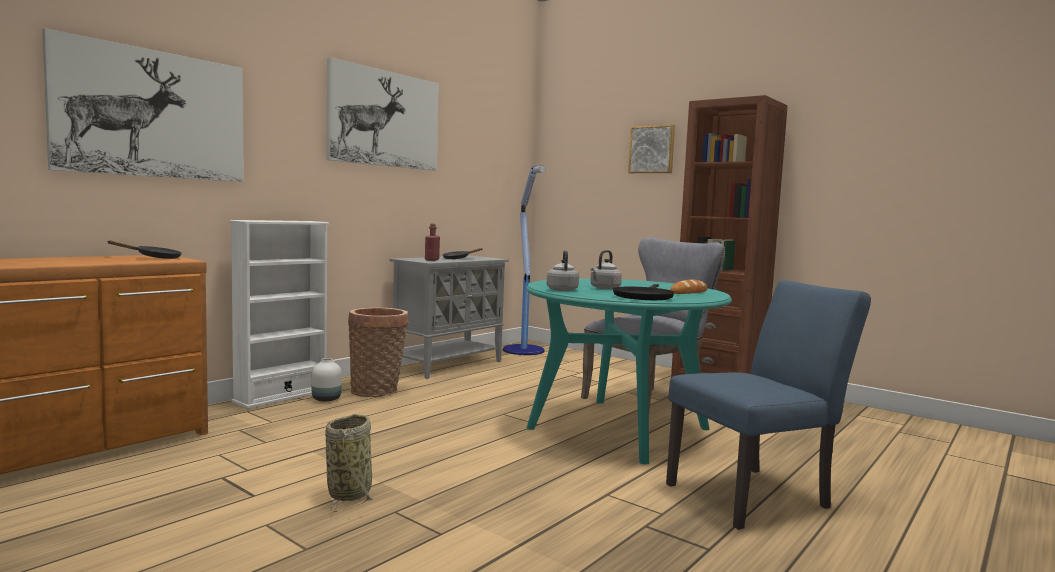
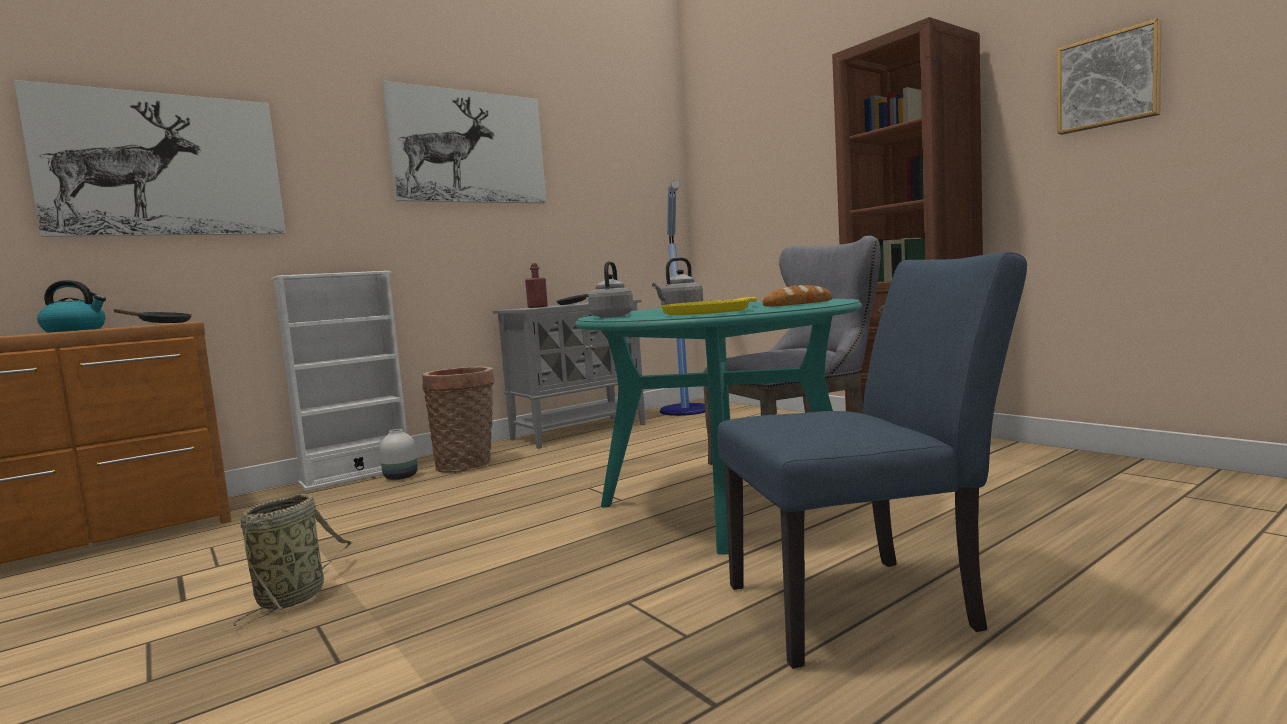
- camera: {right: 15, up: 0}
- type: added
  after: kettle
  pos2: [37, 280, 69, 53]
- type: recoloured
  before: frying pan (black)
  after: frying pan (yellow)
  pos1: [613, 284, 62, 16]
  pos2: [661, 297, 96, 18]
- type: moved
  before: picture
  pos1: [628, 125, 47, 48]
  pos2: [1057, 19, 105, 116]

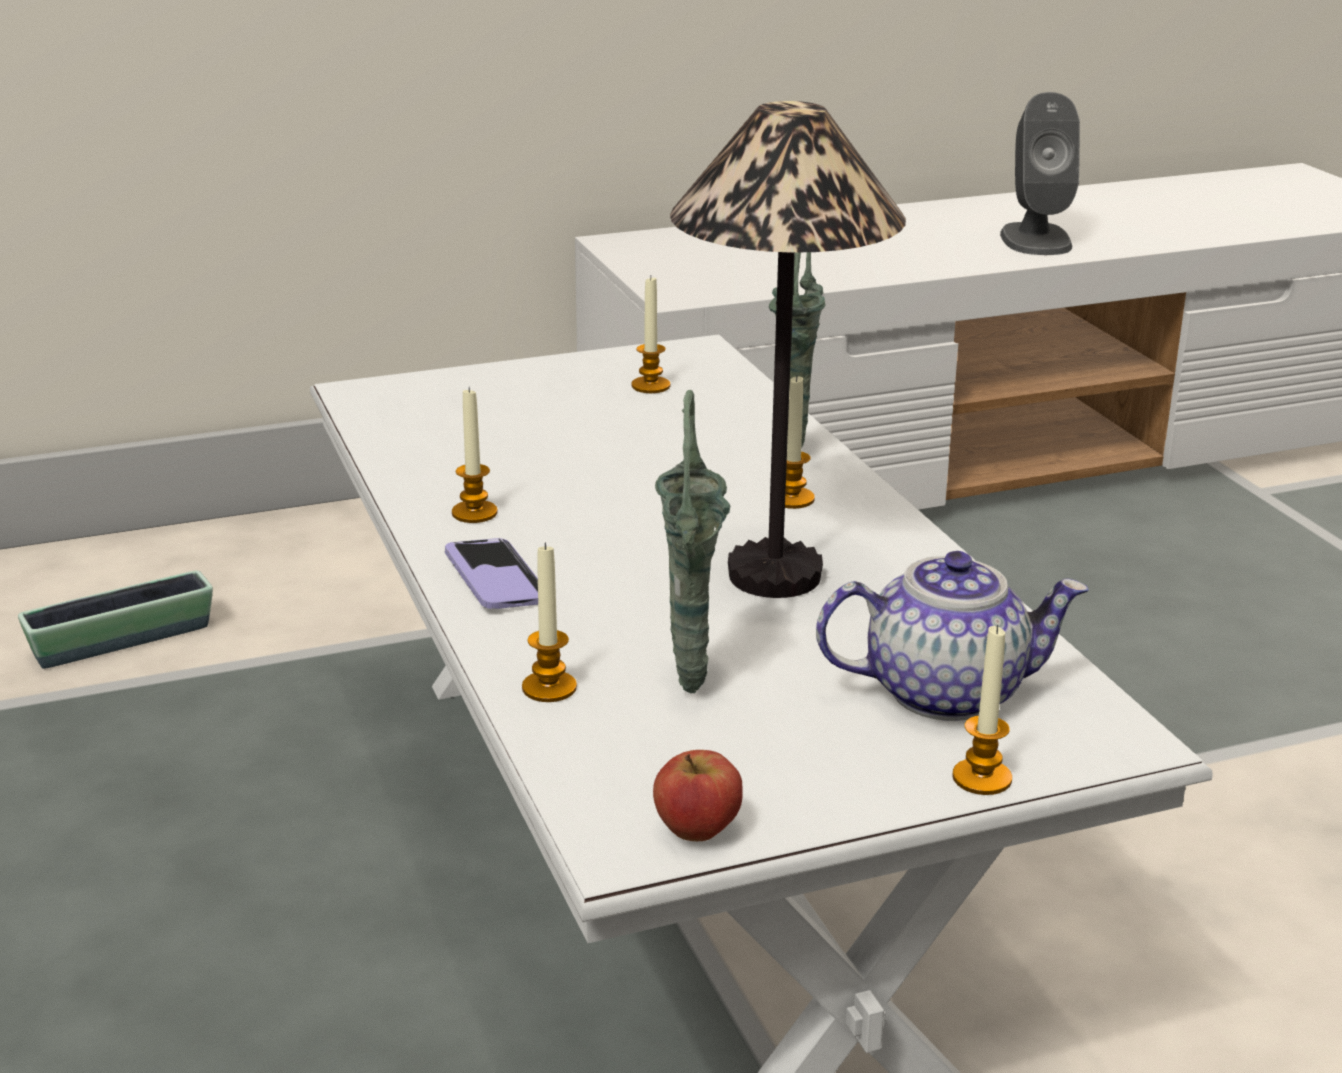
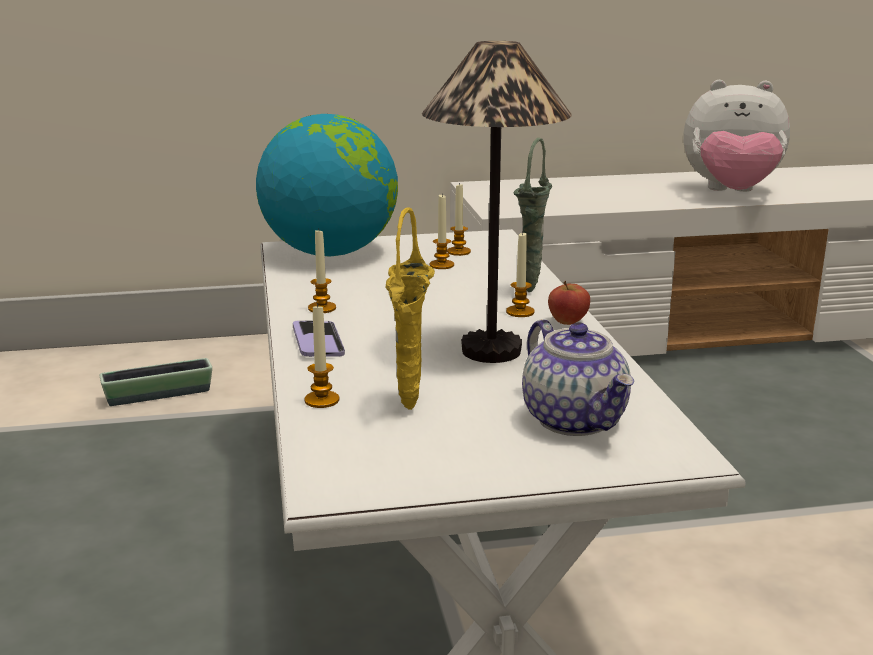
- camera: {right: 10, up: -5}
- type: added
  after: globe
  pos2: [256, 114, 142, 142]
- type: recoloured
  before: vase (green)
  after: vase (yellow)
  pos1: [655, 390, 75, 304]
  pos2: [386, 207, 49, 203]
- type: moved
  before: candle
  pos1: [952, 624, 60, 171]
  pos2: [430, 194, 24, 75]
- type: turned
  before: teapot
  pos1: [816, 551, 273, 170]
  pos2: [522, 319, 112, 117]
  turn: 60
- type: moved
  before: apple
  pos1: [653, 750, 90, 91]
  pos2: [548, 281, 42, 44]
- type: replaced
  before: speaker (grey)
  after: plush toy
  pos1: [1000, 92, 80, 163]
  pos2: [684, 80, 106, 112]

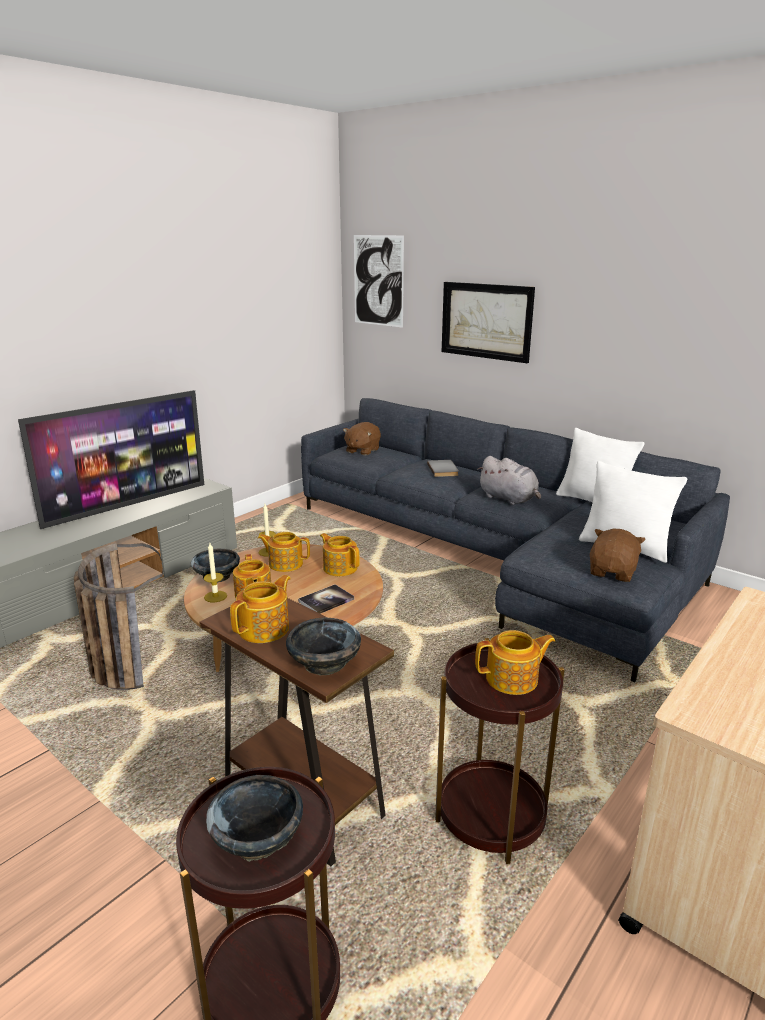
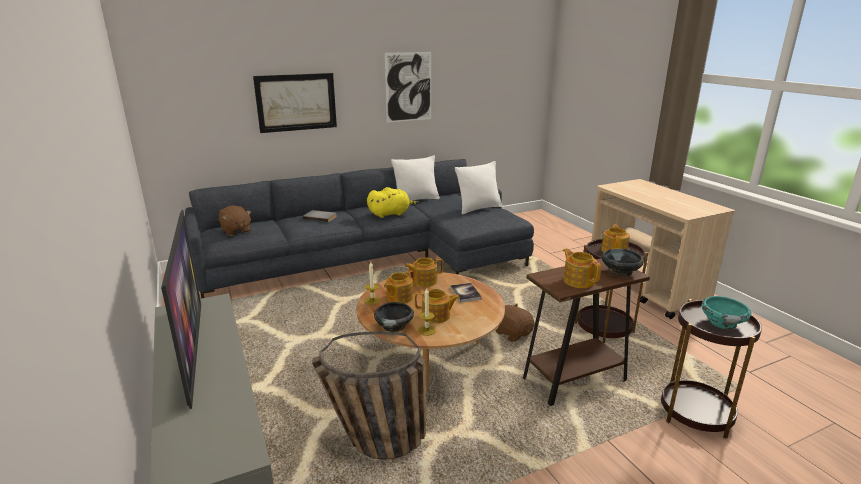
- camera: {right: -65, up: 0}
- type: recoloured
  before: plush toy (grey)
  after: plush toy (yellow)
  pos1: [477, 456, 64, 49]
  pos2: [367, 187, 52, 31]
- type: moved
  before: picture
  pos1: [354, 235, 50, 93]
  pos2: [385, 52, 46, 71]
- type: moved
  before: plush toy (brown)
  pos1: [590, 528, 56, 54]
  pos2: [496, 304, 39, 38]
- type: recoloured
  before: bowl (black)
  after: bowl (turquoise)
  pos1: [206, 775, 97, 87]
  pos2: [701, 296, 50, 34]

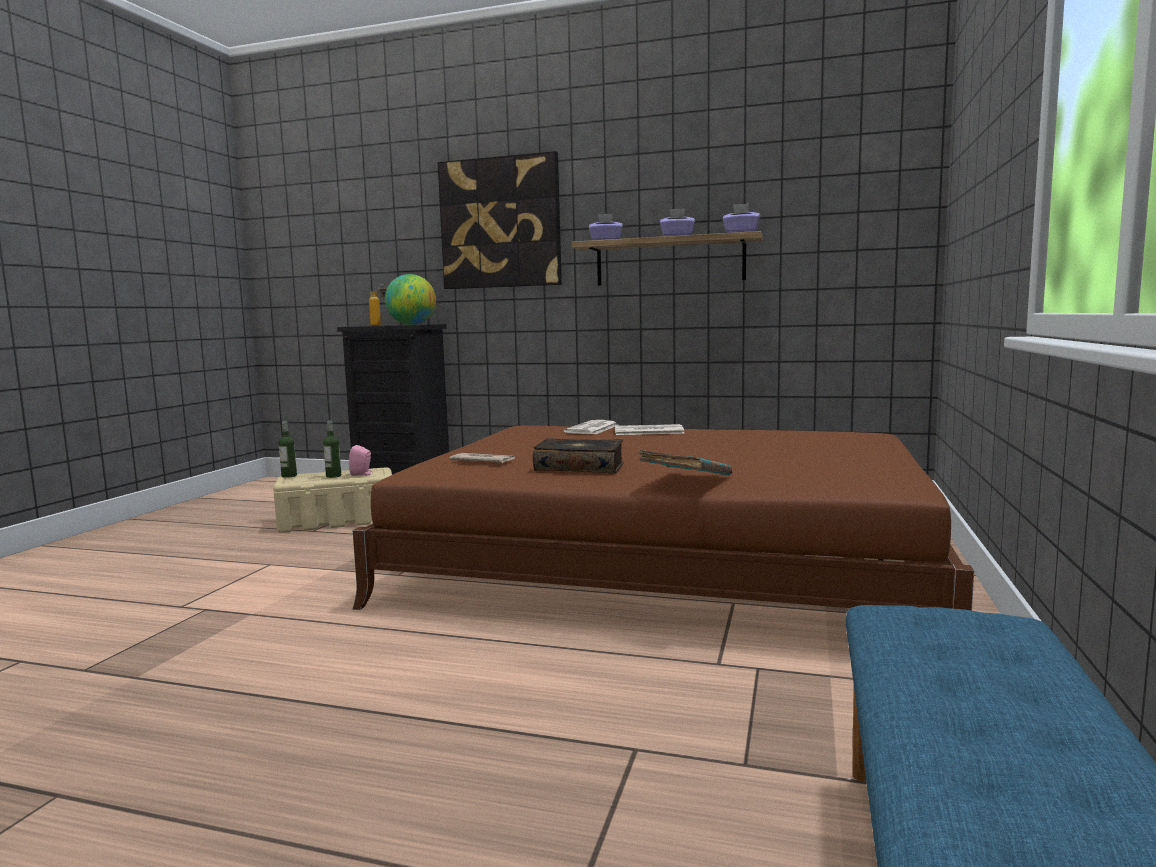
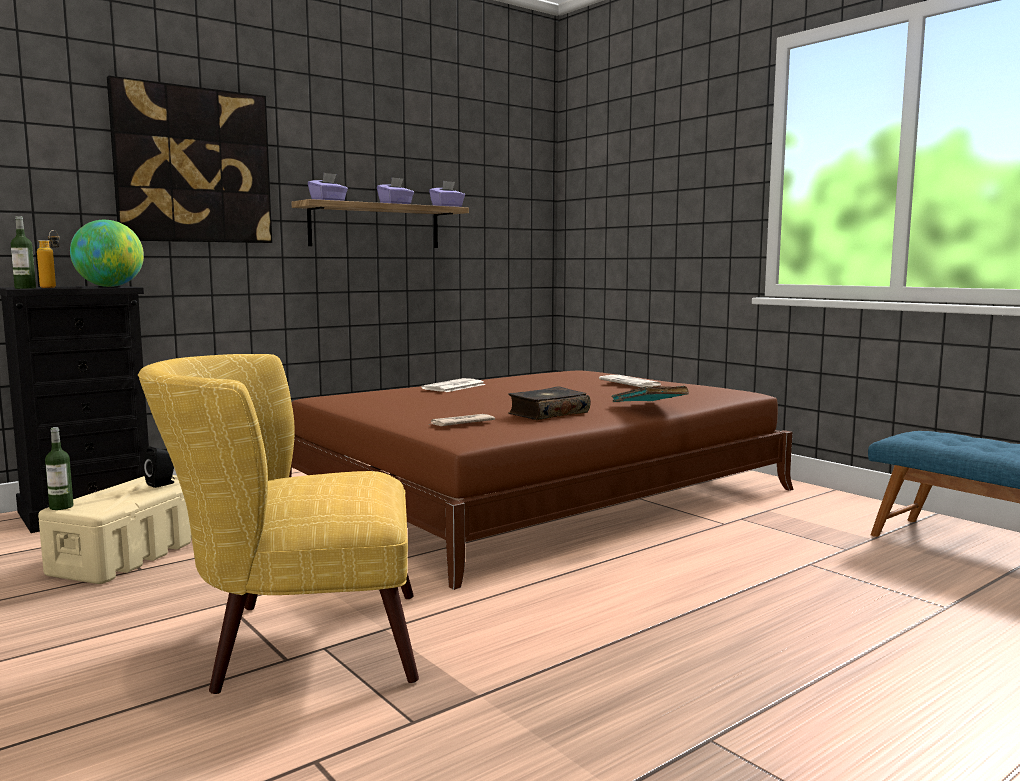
- camera: {right: -55, up: 0}
- type: moved
  before: bottle
  pos1: [323, 421, 18, 57]
  pos2: [11, 216, 25, 73]
- type: added
  after: armchair (yellow)
  pos2: [138, 354, 281, 340]
- type: recoloured
  before: speaker (pink)
  after: speaker (black)
  pos1: [349, 445, 24, 31]
  pos2: [144, 447, 31, 41]
- type: moved
  before: newspaper
  pos1: [564, 420, 54, 14]
  pos2: [599, 375, 62, 12]

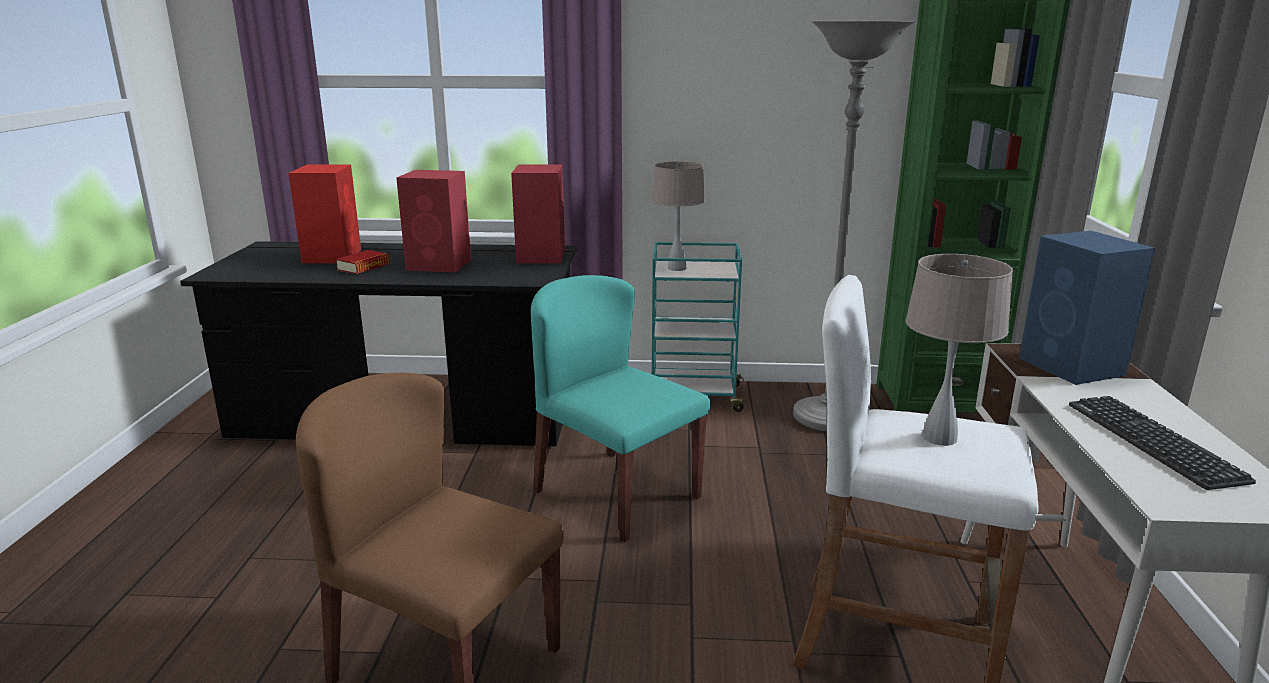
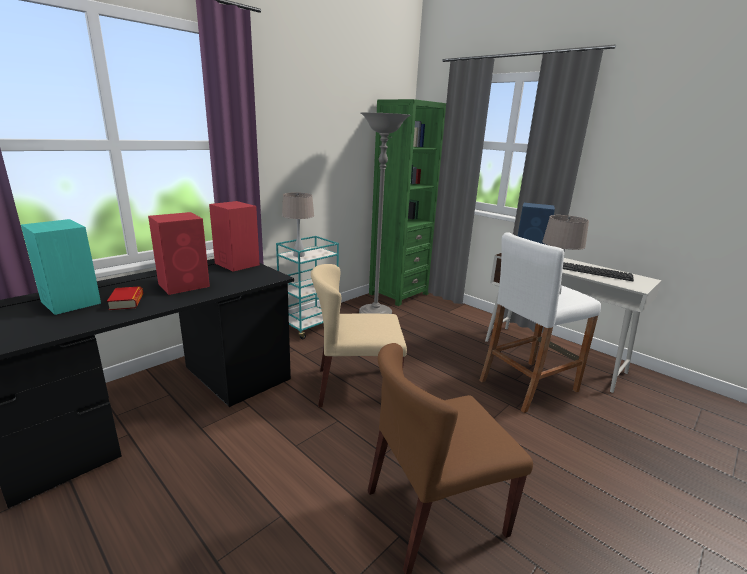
- camera: {right: -50, up: 0}
- type: recoloured
  before: speaker (red)
  after: speaker (turquoise)
  pos1: [288, 164, 73, 99]
  pos2: [21, 219, 80, 96]
- type: recoloured
  before: chair (turquoise)
  after: chair (beige)
  pos1: [531, 275, 179, 267]
  pos2: [311, 264, 96, 143]

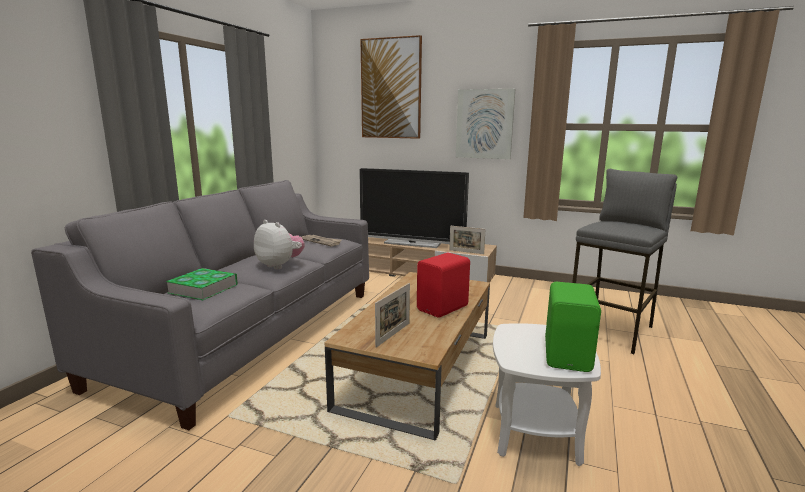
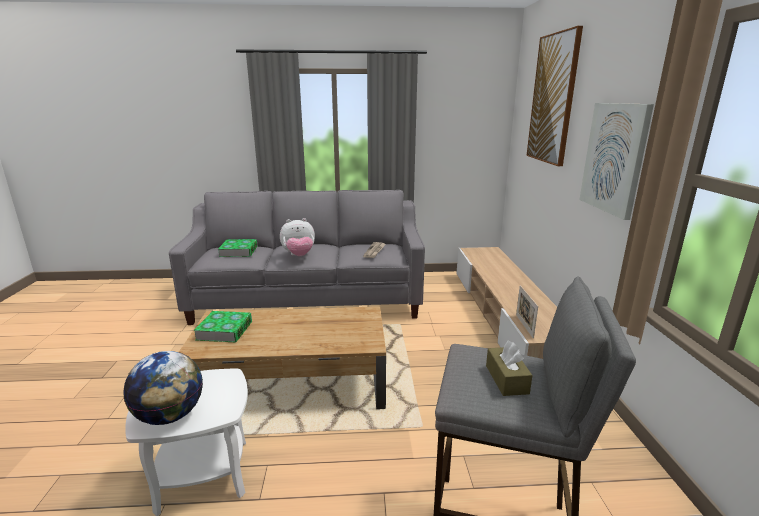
- camera: {right: 65, up: 5}
- type: replaced
  before: speaker (green)
  after: globe
  pos1: [545, 282, 56, 90]
  pos2: [123, 351, 80, 74]
- type: replaced
  before: picture frame
  after: book
  pos1: [375, 283, 35, 65]
  pos2: [193, 311, 59, 32]
- type: turned
  before: plush toy
  pos1: [254, 220, 51, 49]
  pos2: [280, 218, 35, 38]
  turn: 60
- type: added
  after: tissue box (brown)
  pos2: [486, 340, 47, 56]
- type: removed
  before: television
  pos1: [359, 168, 110, 80]
- type: removed
  before: speaker (red)
  pos1: [417, 253, 53, 65]

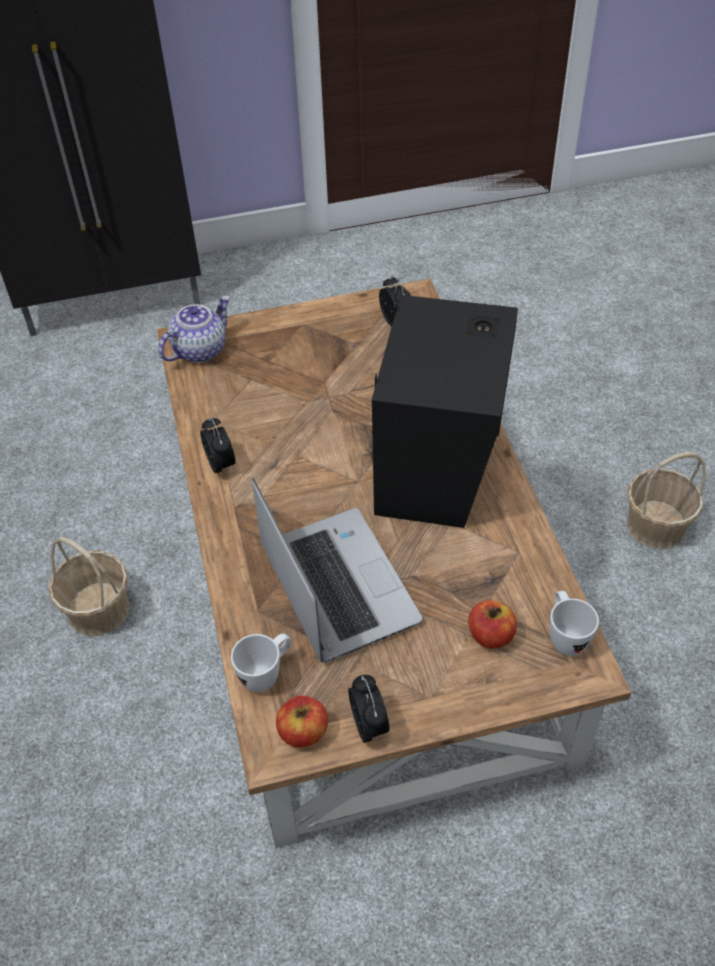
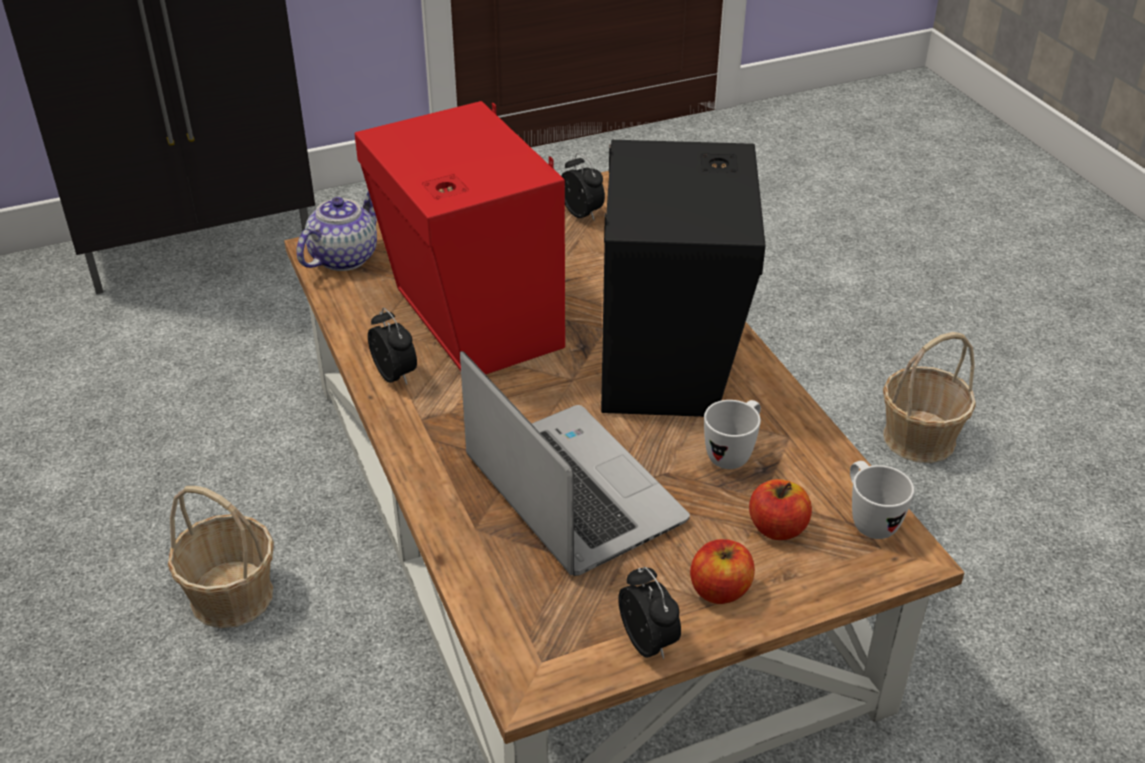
- camera: {right: -10, up: -10}
- type: added
  after: speaker (red)
  pos2: [355, 101, 210, 274]
- type: moved
  before: apple
  pos1: [276, 696, 52, 51]
  pos2: [690, 539, 65, 65]
- type: moved
  before: mug (white)
  pos1: [231, 633, 60, 59]
  pos2: [704, 400, 57, 69]

